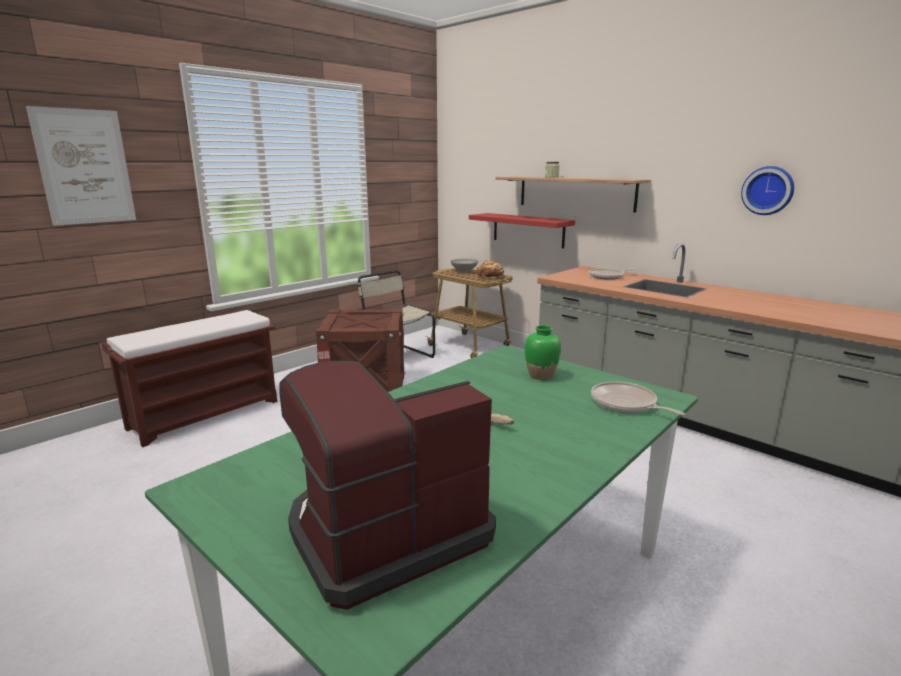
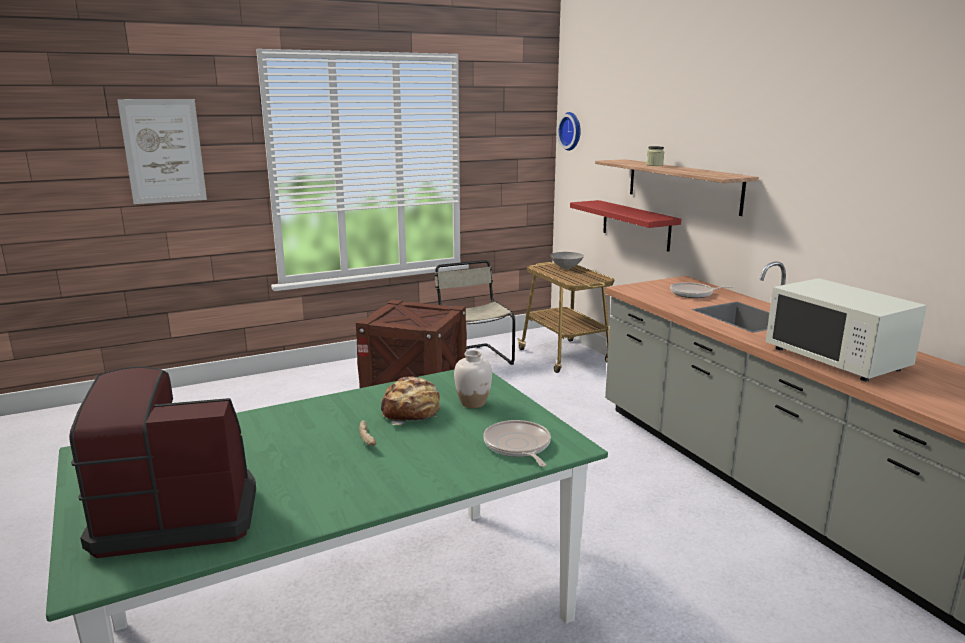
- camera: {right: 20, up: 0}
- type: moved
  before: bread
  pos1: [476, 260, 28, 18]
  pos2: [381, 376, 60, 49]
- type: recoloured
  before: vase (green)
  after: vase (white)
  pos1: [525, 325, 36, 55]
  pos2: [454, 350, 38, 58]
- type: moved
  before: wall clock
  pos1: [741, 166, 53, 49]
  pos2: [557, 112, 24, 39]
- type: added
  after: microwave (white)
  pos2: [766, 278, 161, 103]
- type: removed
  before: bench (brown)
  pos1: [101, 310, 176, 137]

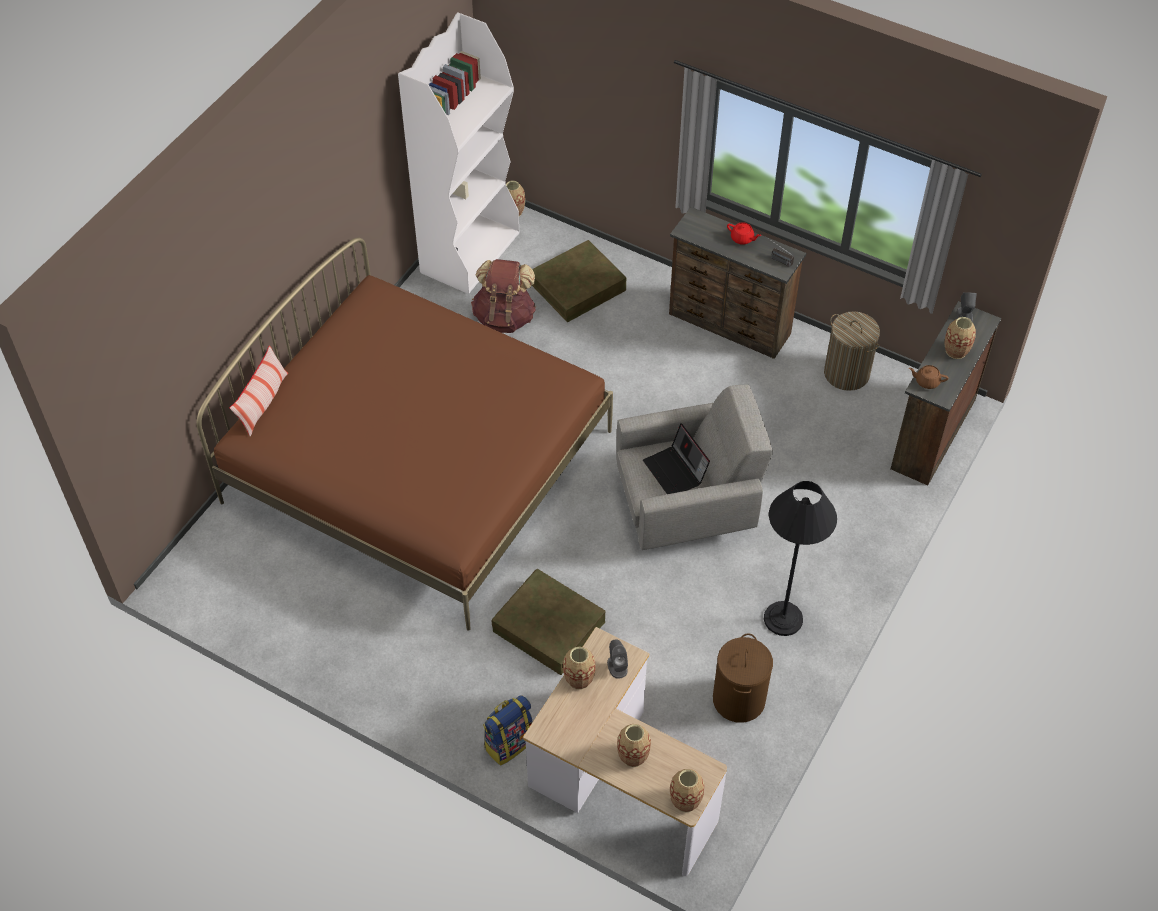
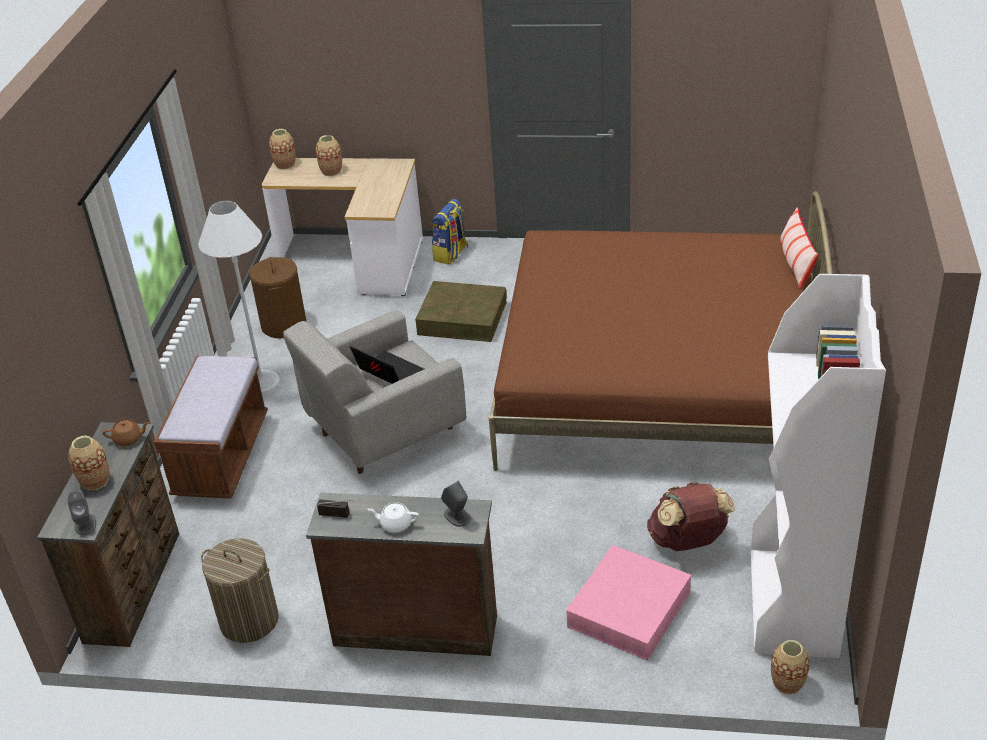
- camera: {right: 160, up: -15}
- type: added
  after: bench (brown)
  pos2: [154, 356, 114, 142]
- type: recoloured
  before: floor lamp (black)
  after: floor lamp (white)
  pos1: [764, 481, 73, 155]
  pos2: [198, 200, 82, 194]
- type: recoloured
  before: teapot (red)
  after: teapot (white)
  pos1: [727, 222, 34, 23]
  pos2: [367, 502, 52, 31]
- type: moved
  before: speaker (grey)
  pos1: [607, 639, 21, 40]
  pos2: [441, 481, 30, 46]
- type: recoloured
  before: storage box (brown)
  after: storage box (pink)
  pos1: [532, 240, 95, 82]
  pos2: [566, 545, 125, 116]
- type: removed
  before: vase
  pos1: [563, 647, 33, 42]

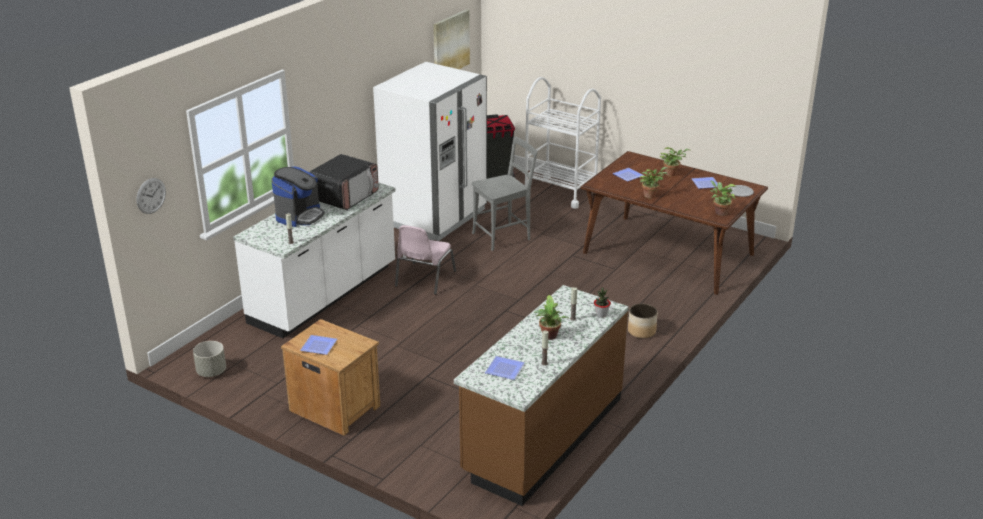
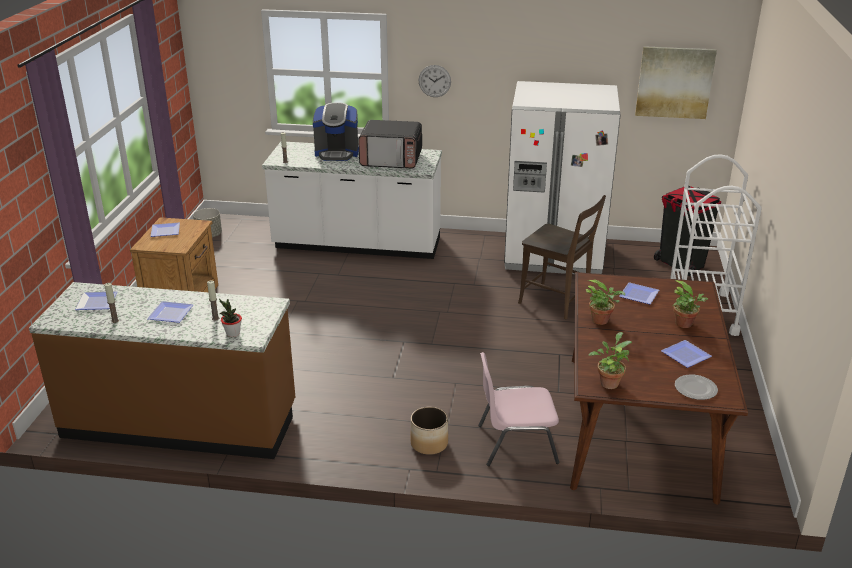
- camera: {right: 65, up: 0}
- type: replaced
  before: potted plant
  after: plate
  pos1: [534, 295, 35, 45]
  pos2: [147, 301, 47, 22]
- type: moved
  before: wall clock
  pos1: [136, 178, 30, 36]
  pos2: [418, 65, 33, 32]
- type: moved
  before: chair (pink)
  pos1: [395, 225, 61, 69]
  pos2: [478, 352, 81, 114]
- type: recoloured
  before: chair (grey)
  after: chair (brown)
  pos1: [472, 136, 65, 115]
  pos2: [518, 195, 88, 124]

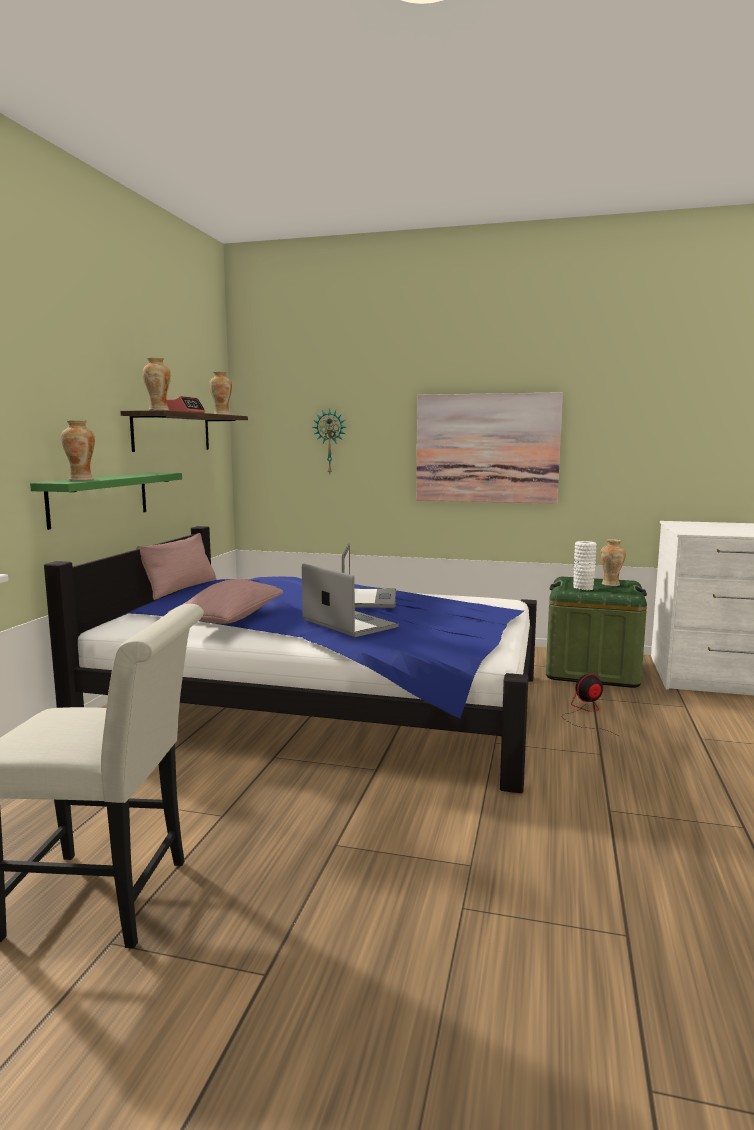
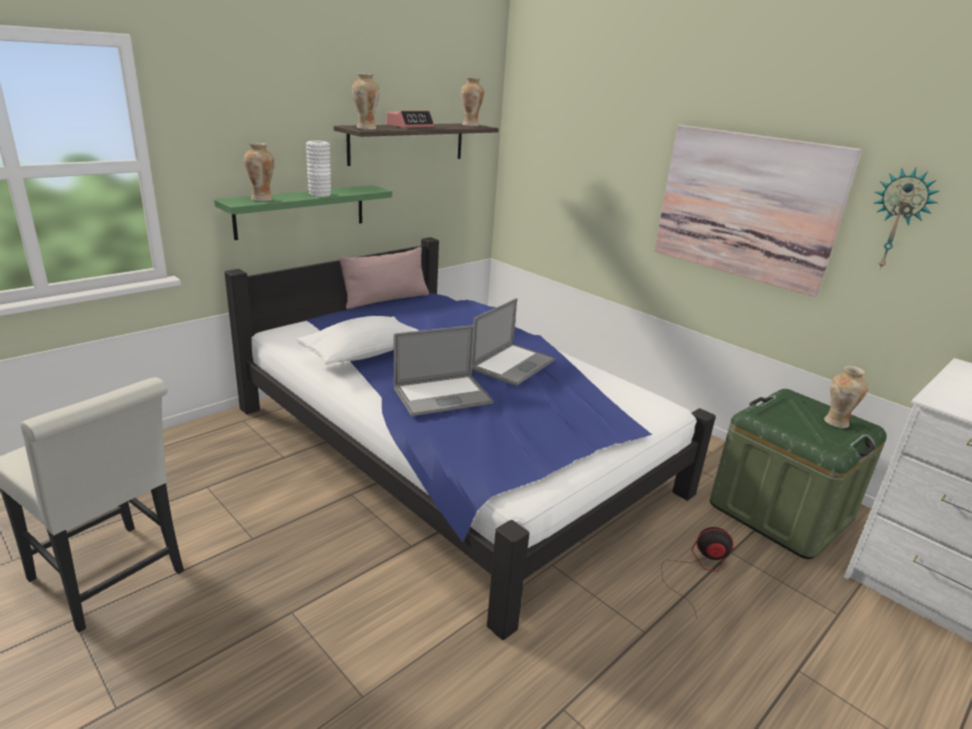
- camera: {right: 30, up: 15}
- type: recoloured
  before: pillow (pink)
  after: pillow (white)
  pos1: [168, 579, 115, 45]
  pos2: [296, 316, 123, 49]
- type: moved
  before: vase (white)
  pos1: [573, 541, 24, 49]
  pos2: [306, 141, 25, 56]
- type: turned
  before: laptop
  pos1: [302, 563, 97, 74]
  pos2: [393, 325, 100, 91]
  turn: 75
- type: moved
  before: wall clock
  pos1: [313, 408, 33, 65]
  pos2: [874, 168, 65, 102]

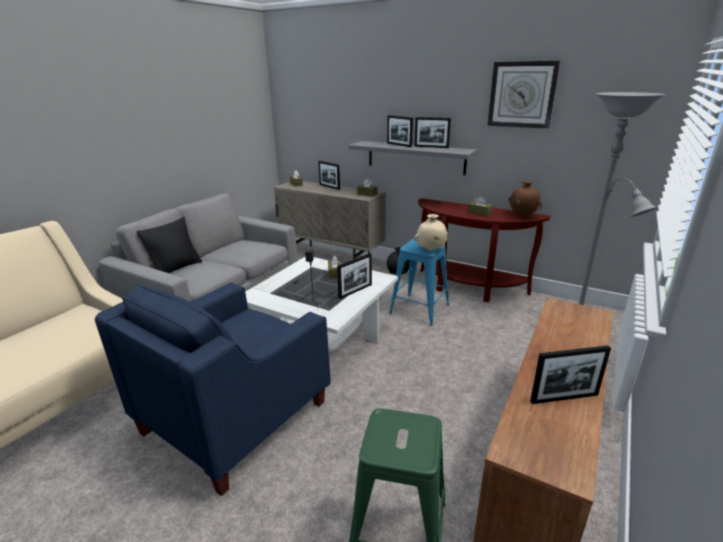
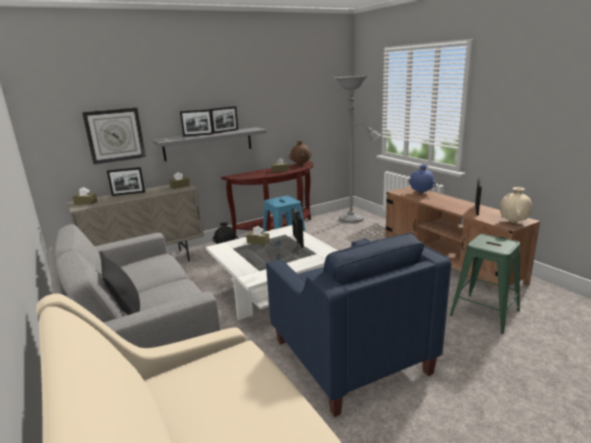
- camera: {right: -60, up: -5}
- type: moved
  before: wall clock
  pos1: [488, 61, 72, 68]
  pos2: [82, 107, 64, 57]
- type: added
  after: vase (blue)
  pos2: [409, 164, 27, 30]
- type: moved
  before: vase (beige)
  pos1: [414, 214, 35, 37]
  pos2: [500, 187, 32, 36]

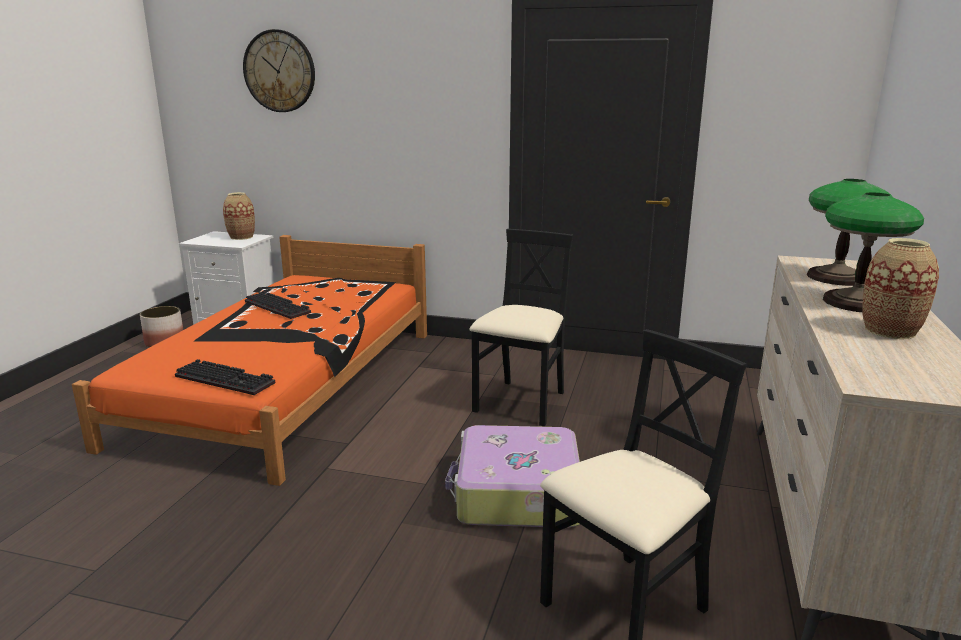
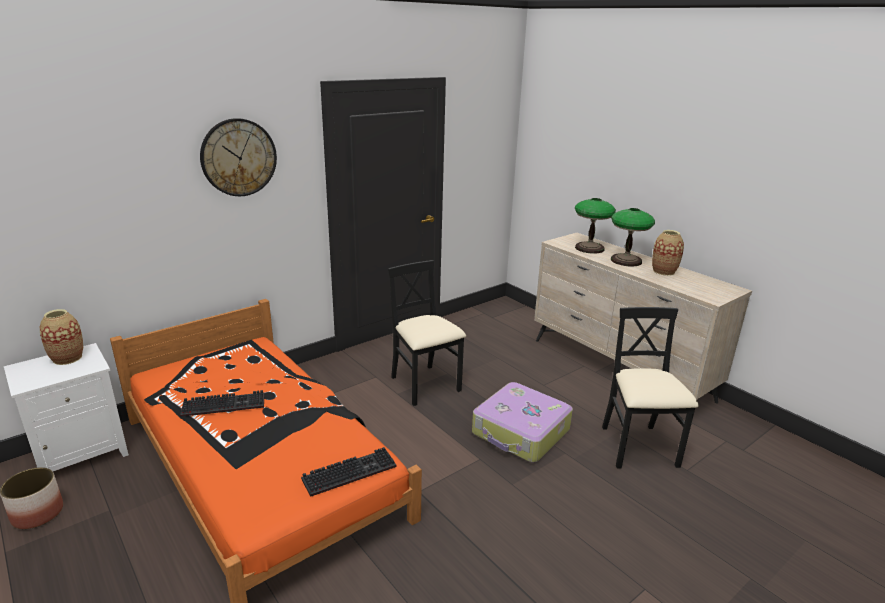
- camera: {right: -55, up: 5}
- type: moved
  before: wall clock
  pos1: [243, 29, 72, 83]
  pos2: [200, 118, 77, 78]

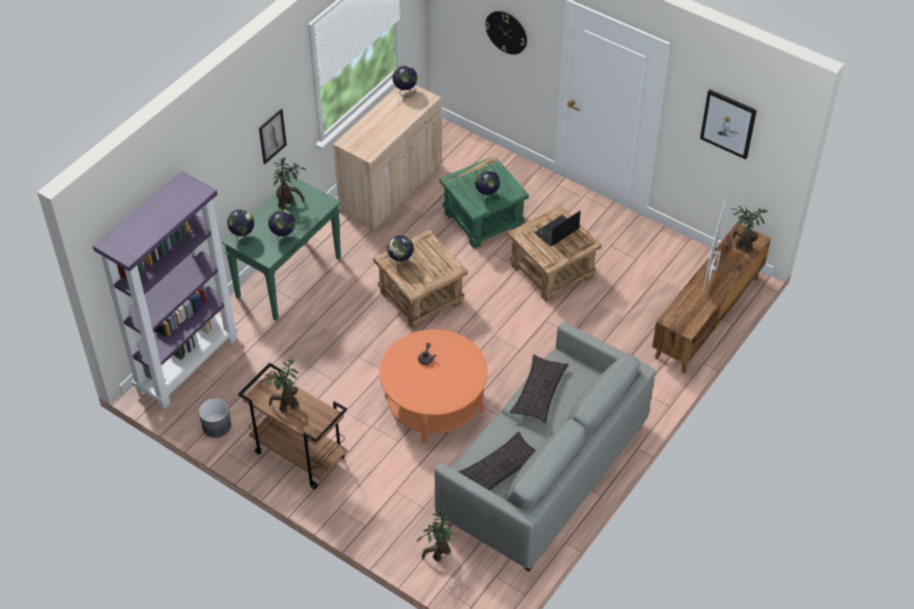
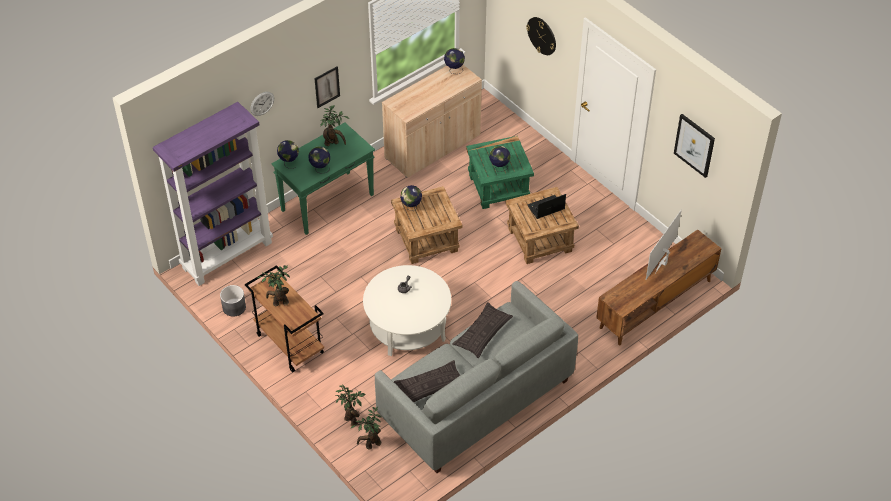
- camera: {right: 15, up: 0}
- type: added
  after: wall clock
  pos2: [251, 92, 23, 24]
- type: moved
  before: potted plant
  pos1: [731, 205, 36, 49]
  pos2: [335, 384, 31, 42]
- type: recoloured
  before: coffee table (orange)
  after: coffee table (white)
  pos1: [379, 329, 108, 115]
  pos2: [363, 265, 88, 91]

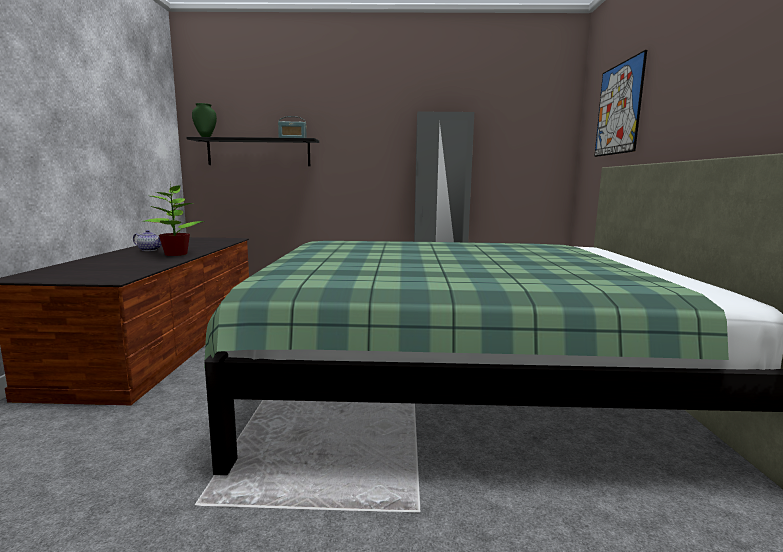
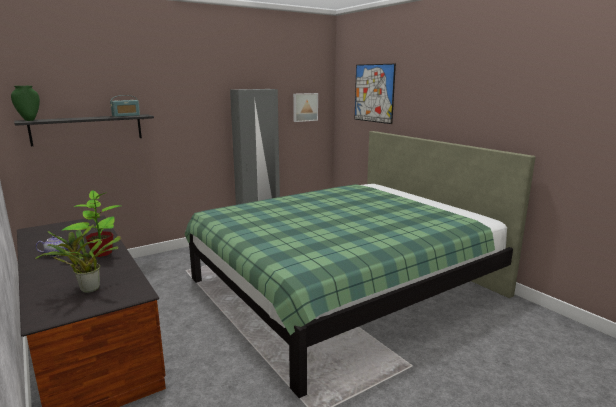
- camera: {right: -35, up: 5}
- type: added
  after: potted plant
  pos2: [35, 224, 86, 69]
- type: added
  after: picture
  pos2: [293, 93, 25, 29]

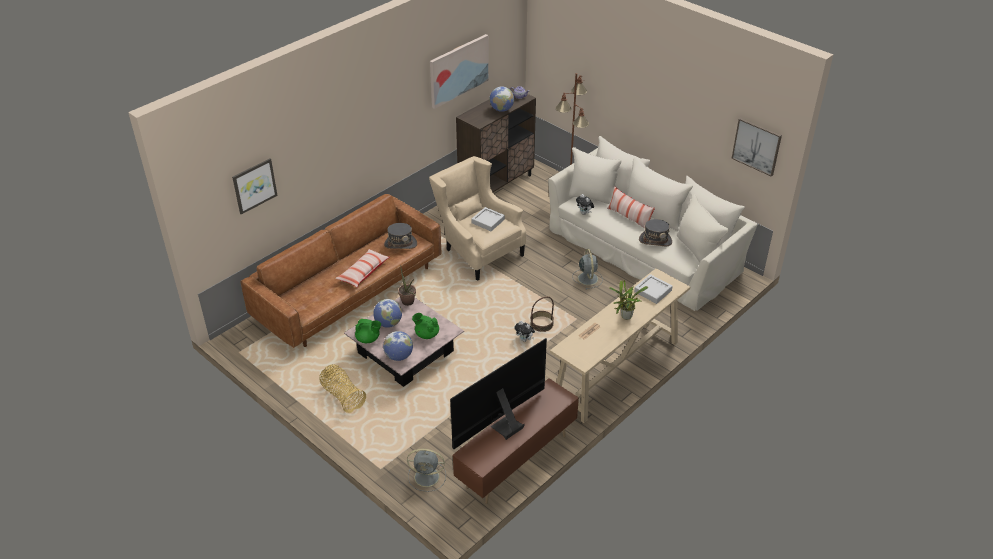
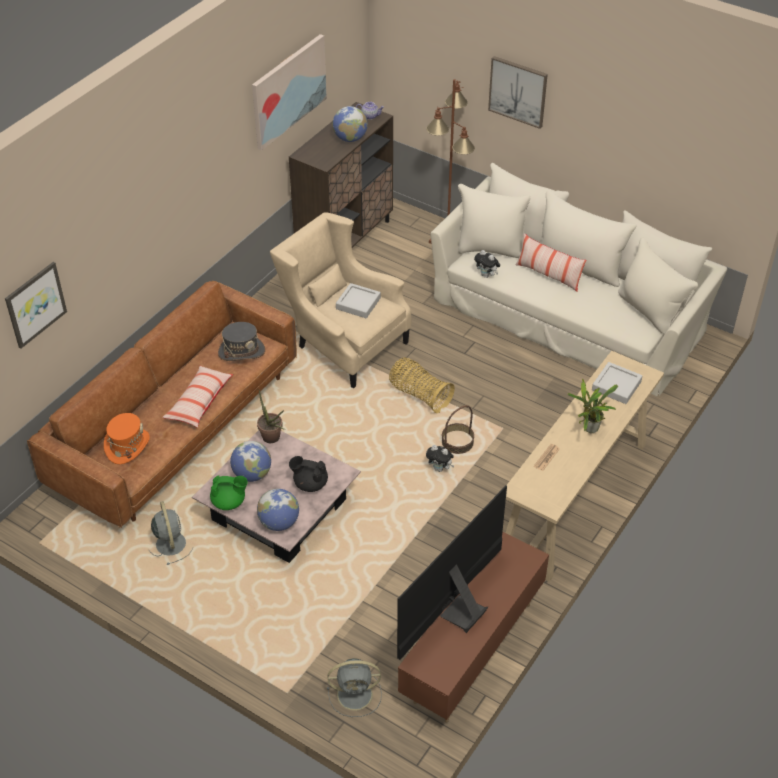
- camera: {right: -10, up: 5}
- type: added
  after: hat (orange)
  pos2: [104, 413, 46, 51]
- type: moved
  before: fan (grey)
  pos1: [572, 249, 31, 40]
  pos2: [149, 501, 43, 64]
- type: recoloured
  before: teapot (green)
  after: teapot (black)
  pos1: [412, 313, 27, 26]
  pos2: [289, 456, 39, 36]
- type: moved
  before: basket
  pos1: [319, 364, 47, 49]
  pos2: [389, 357, 66, 56]
- type: moved
  before: picture
  pos1: [731, 118, 51, 58]
  pos2: [488, 56, 60, 73]
- type: removed
  before: hat (grey)
  pos1: [639, 219, 33, 27]

